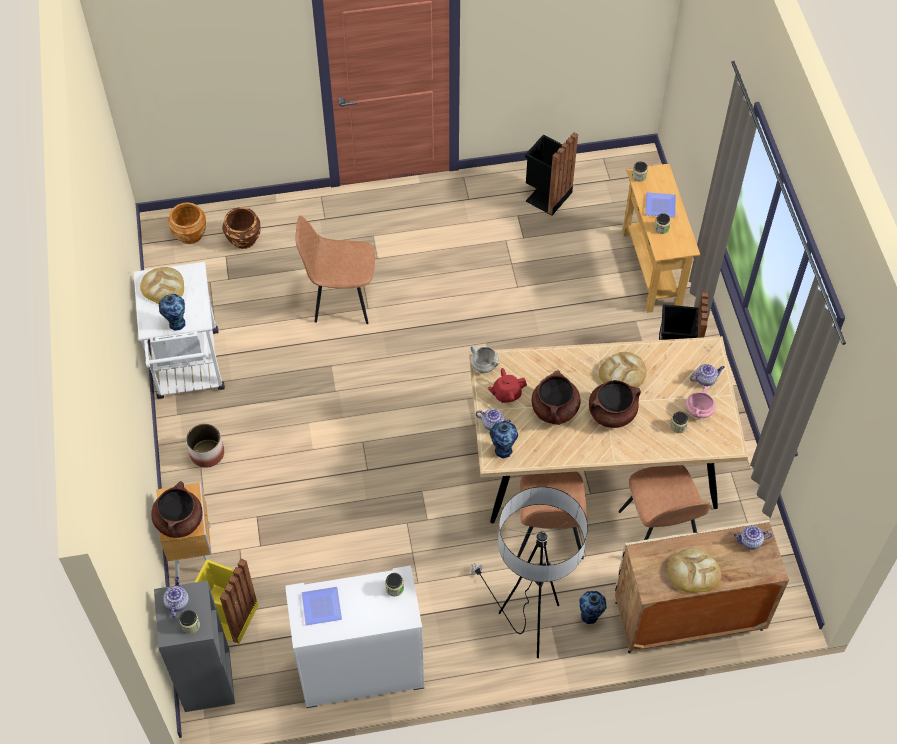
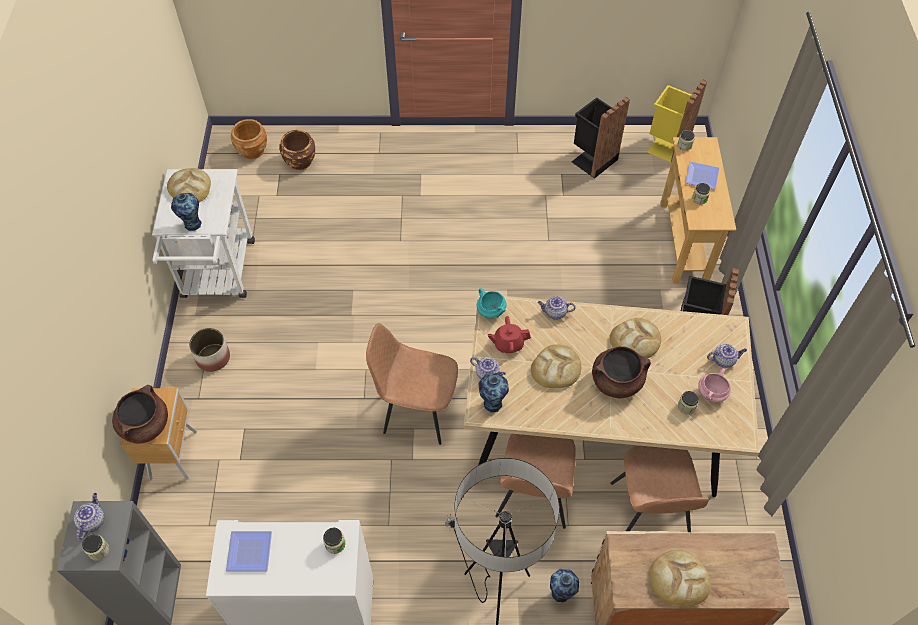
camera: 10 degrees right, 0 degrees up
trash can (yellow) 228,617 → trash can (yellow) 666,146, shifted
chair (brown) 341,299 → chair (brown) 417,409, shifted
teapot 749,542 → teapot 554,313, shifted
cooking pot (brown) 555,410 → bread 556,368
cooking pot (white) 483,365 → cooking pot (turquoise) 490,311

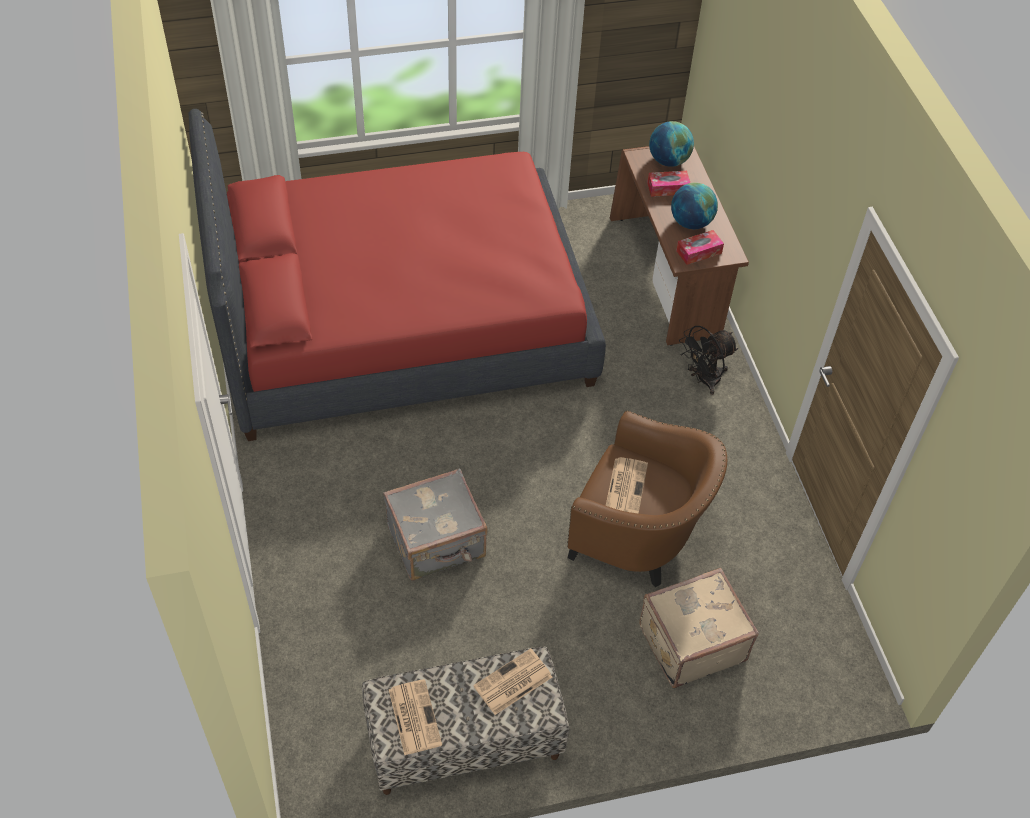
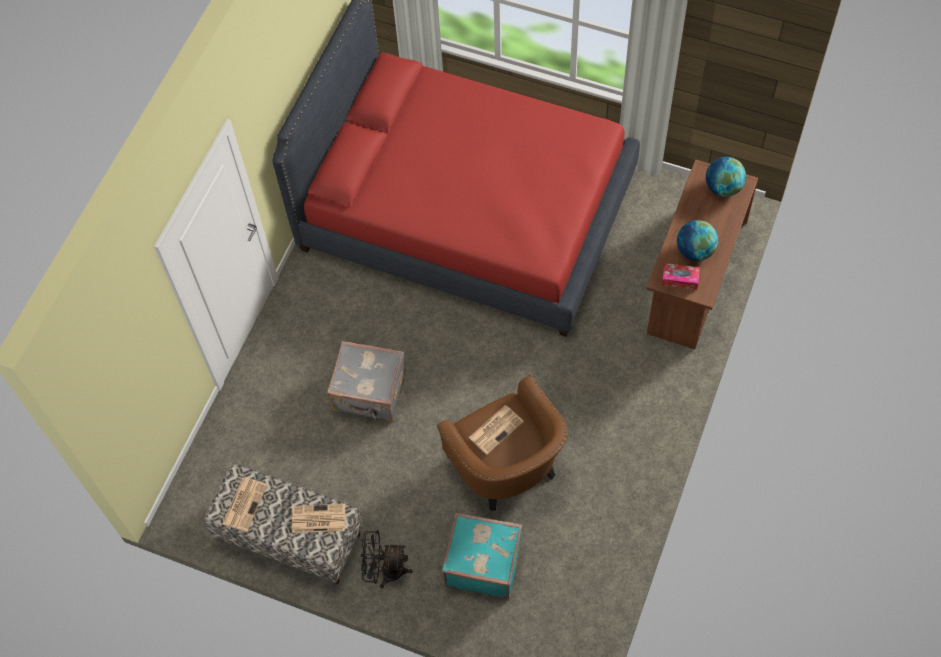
camera: 40 degrees right, 10 degrees up
tissue box 668,188 → -
fan (black) 703,380 → fan (black) 385,571, shifted
suitcase (beige) 690,641 → suitcase (turquoise) 483,562

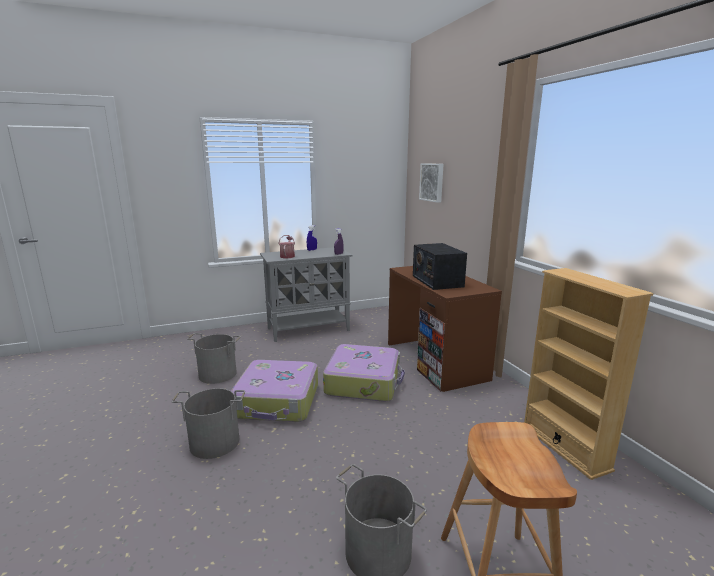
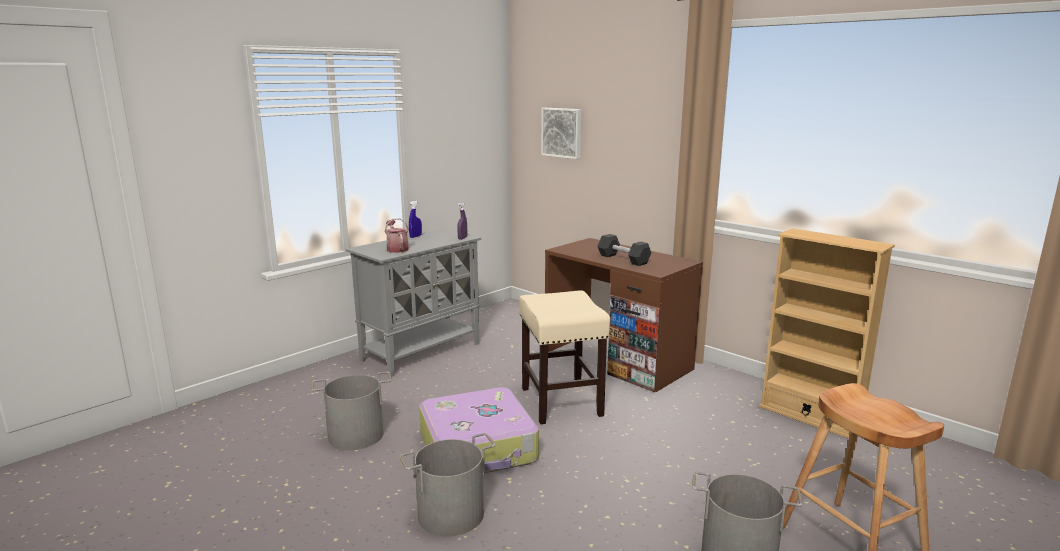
camera: 25 degrees left, 0 degrees up
suitcase 364,382 → stool (beige) 560,401
radio 437,281 → dumbbell (black) 623,259

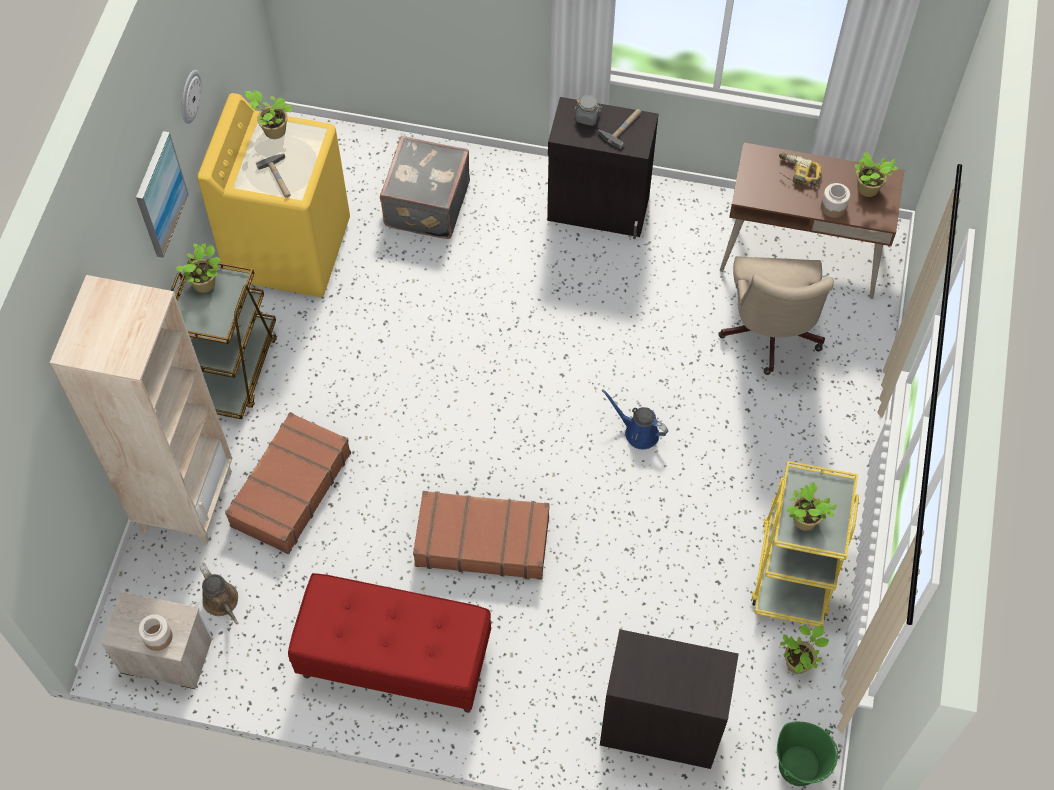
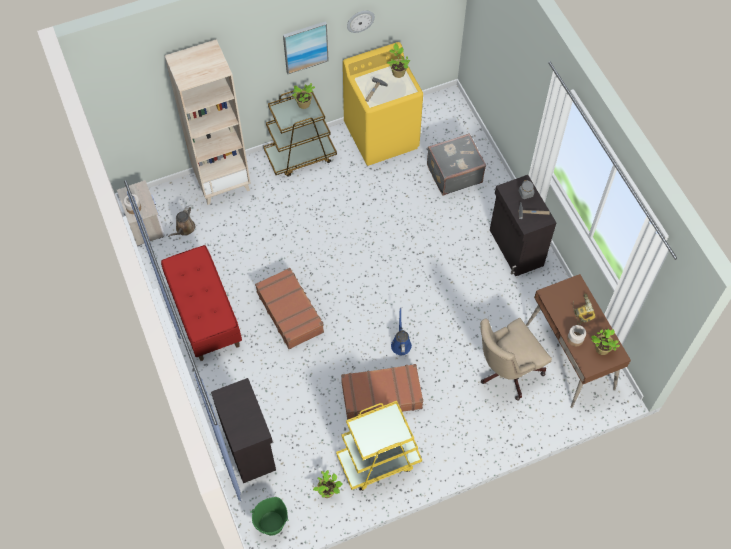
camera: 55 degrees right, 0 degrees up
potted plant 804,521 → -
suitcase (brown) 290,489 → suitcase (brown) 381,395, shifted

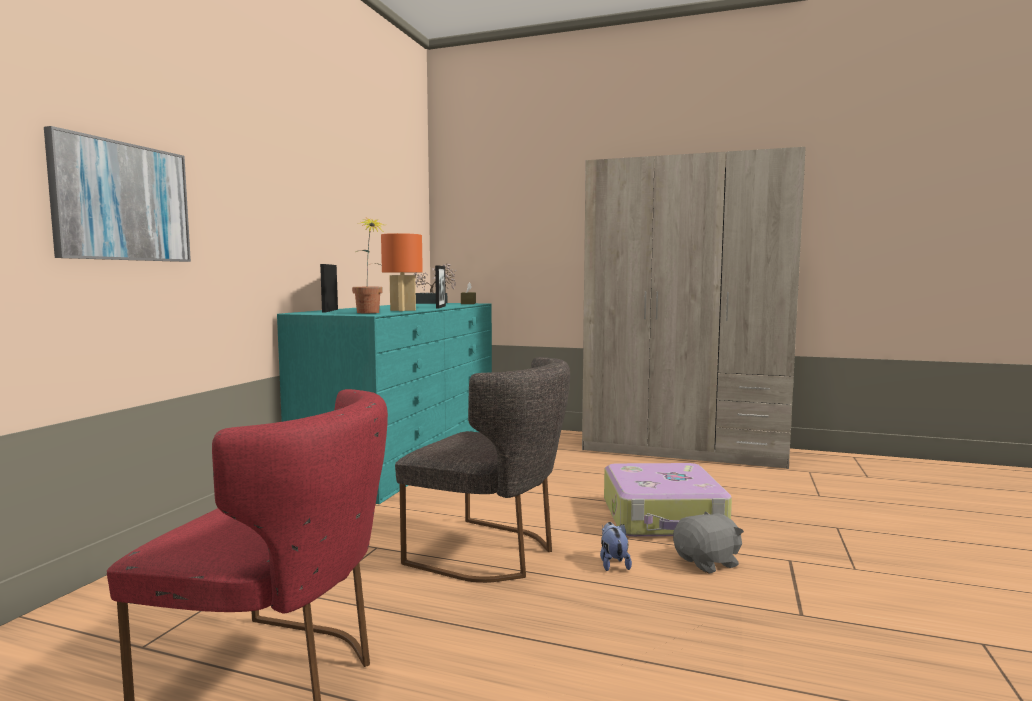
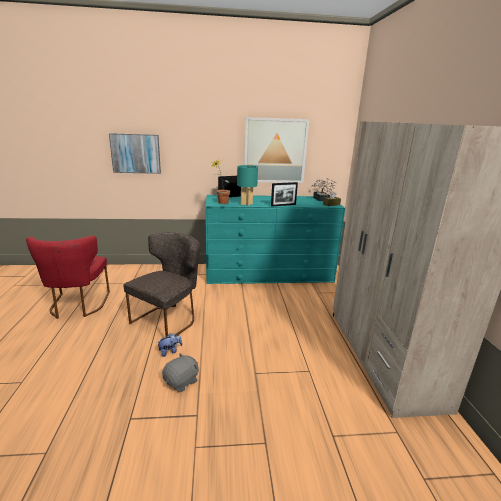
camera: 65 degrees right, 15 degrees up
suitcase 664,517 → -
- → picture 275,151
table lamp (orange) 402,310 → table lamp (turquoise) 246,204
chair (grey) 491,553 → chair (grey) 169,319, 150 degrees counterclockwise
plush toy (grey) 708,562 → plush toy (grey) 182,381, 90 degrees counterclockwise

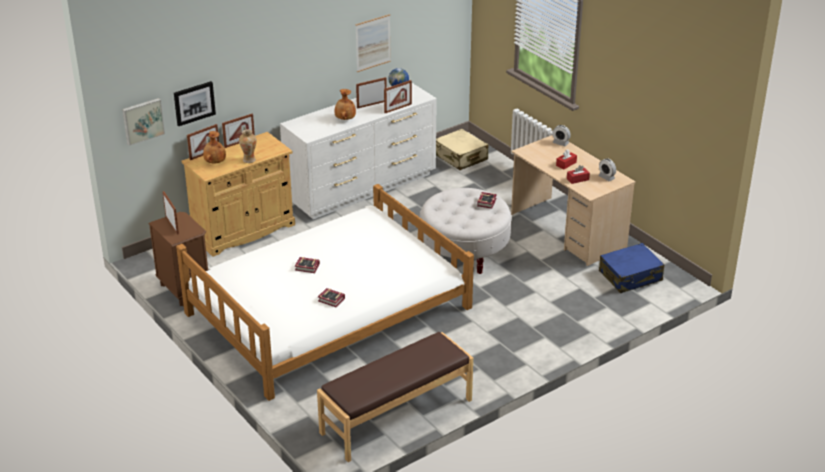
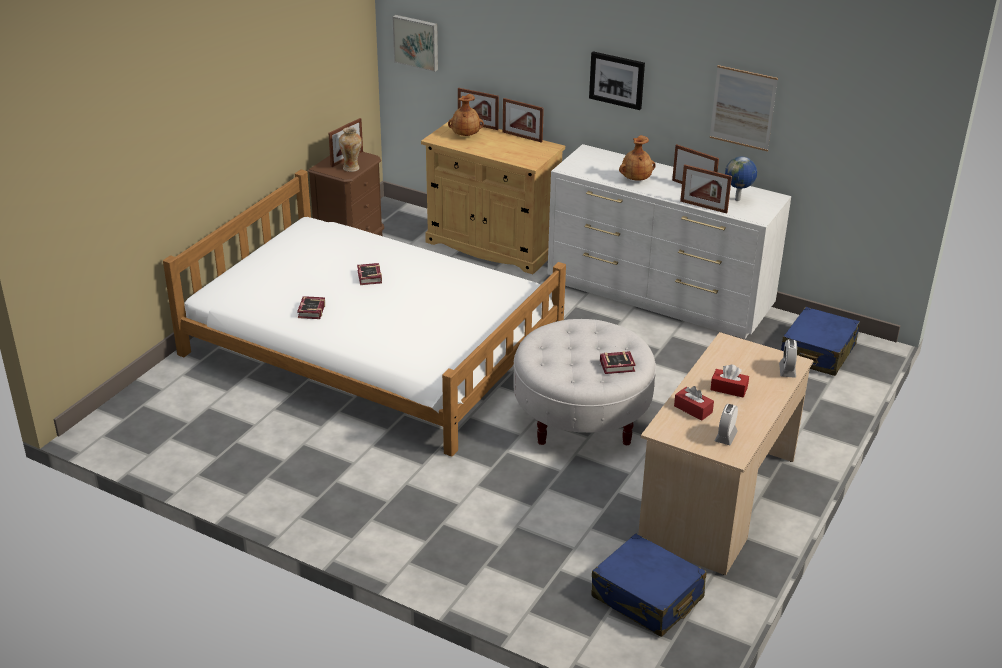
camera: 65 degrees right, 0 degrees up
bench (brown) 397,417 → -
picture 194,103 → picture 617,80, shifted
vase 249,160 → vase 351,168, shifted
suitcase (beige) 460,157 → suitcase (blue) 817,353

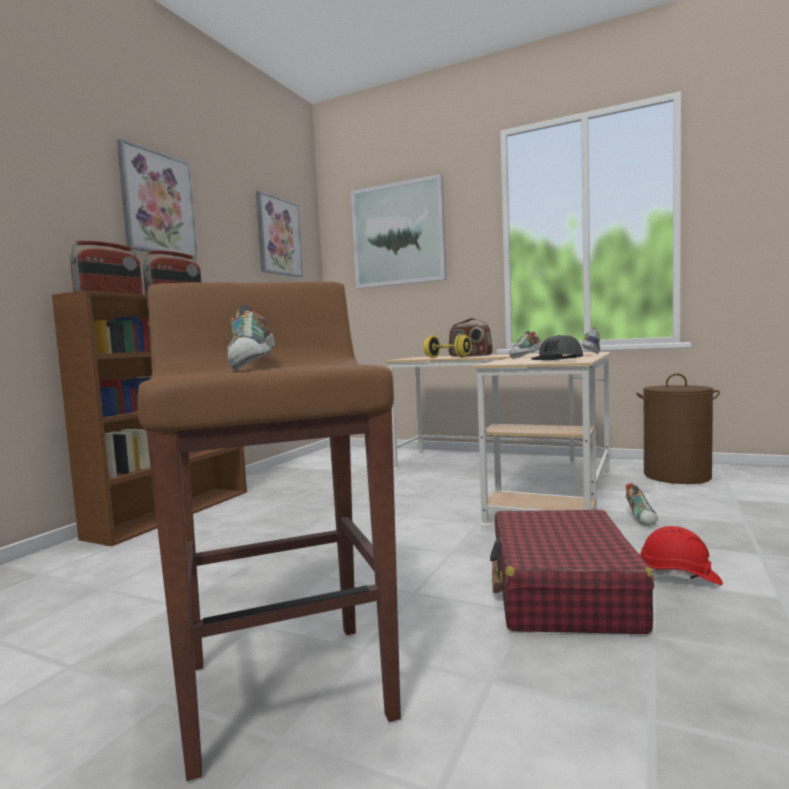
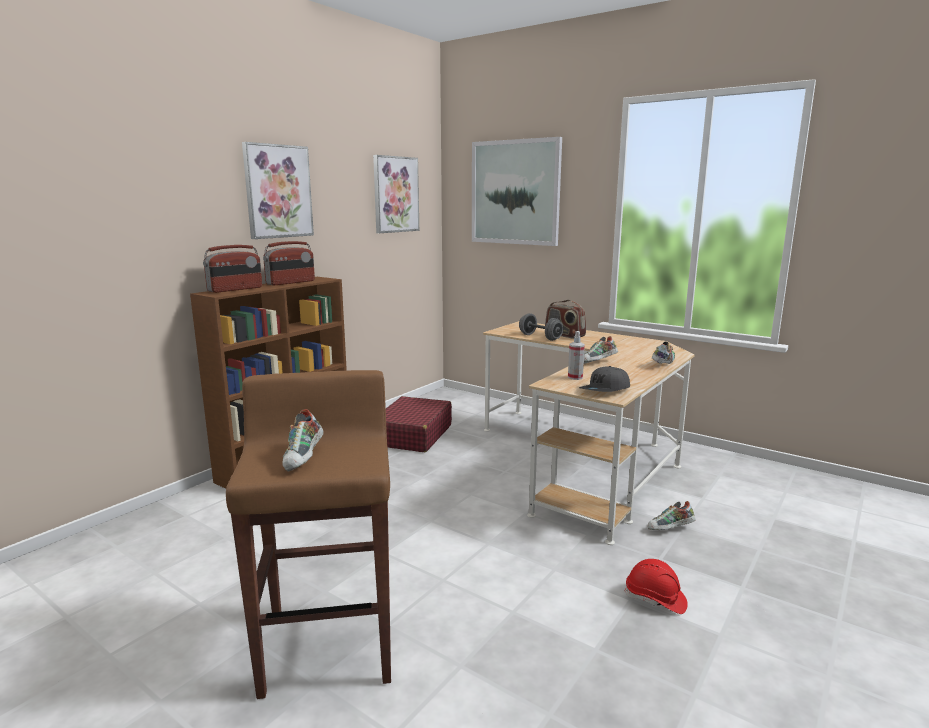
camera: 10 degrees right, 10 degrees up
laundry basket (brown) 677,476 → -
- → spray bottle 575,377
suitcase (red) 562,592 → suitcase (red) 412,435, shifted
dumbbell (yellow) 447,357 → dumbbell (grey) 540,337
shoe 642,518 → shoe 670,529, 60 degrees clockwise

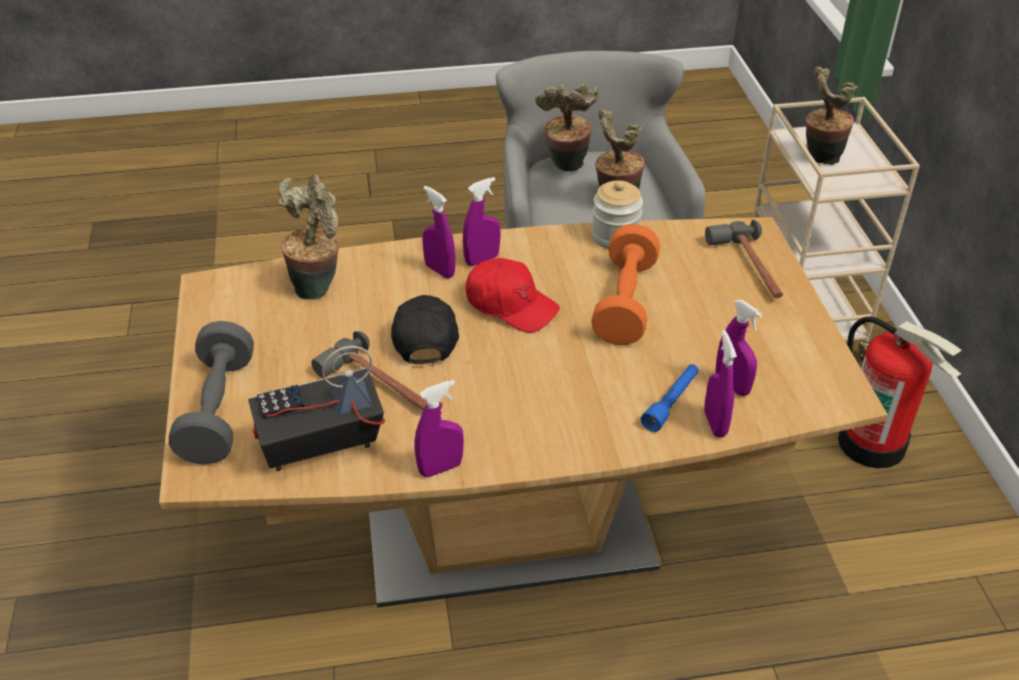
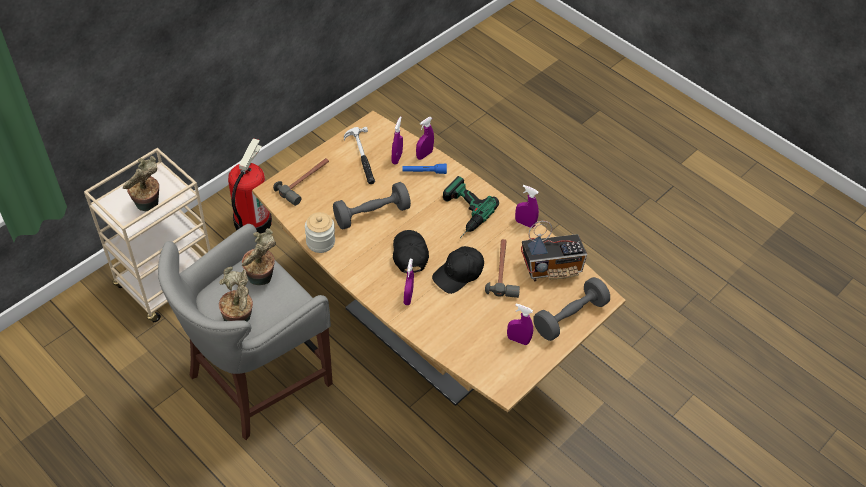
camera: 130 degrees left, 10 degrees up
potted plant 318,286 → -
- → hammer 362,157
- → power drill 461,213
spray bottle (purple) 482,260 → spray bottle (purple) 518,340, shifted
cap (red) 511,305 → cap (black) 409,254
dumbbell (orange) 625,303 → dumbbell (grey) 371,214
radio 319,445 → radio 551,268, 45 degrees counterclockwise

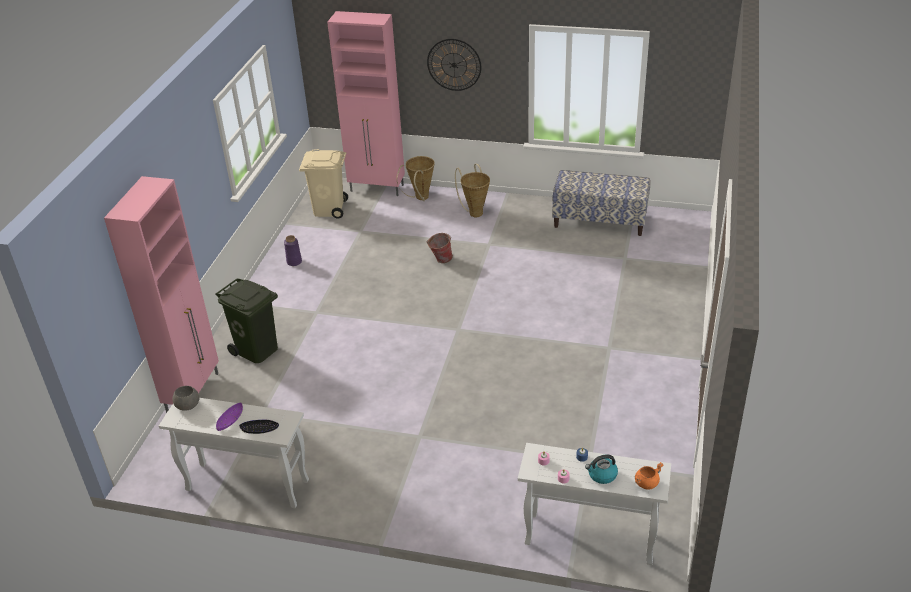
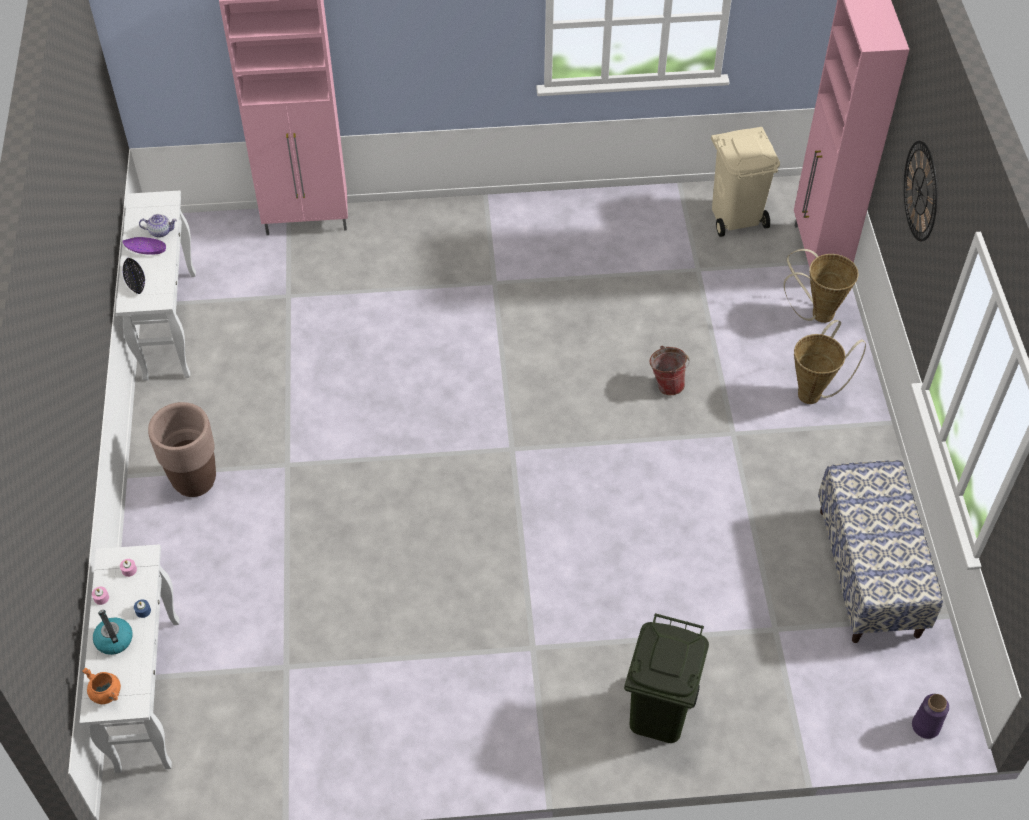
camera: 70 degrees right, 15 degrees up
bowl (grey) 187,405 → -
- → teapot 160,231
- → planter (brown) 194,480
trash can (green) 256,350 → trash can (green) 657,713, shifted
vase (purple) 294,262 → vase (purple) 925,726, shifted

